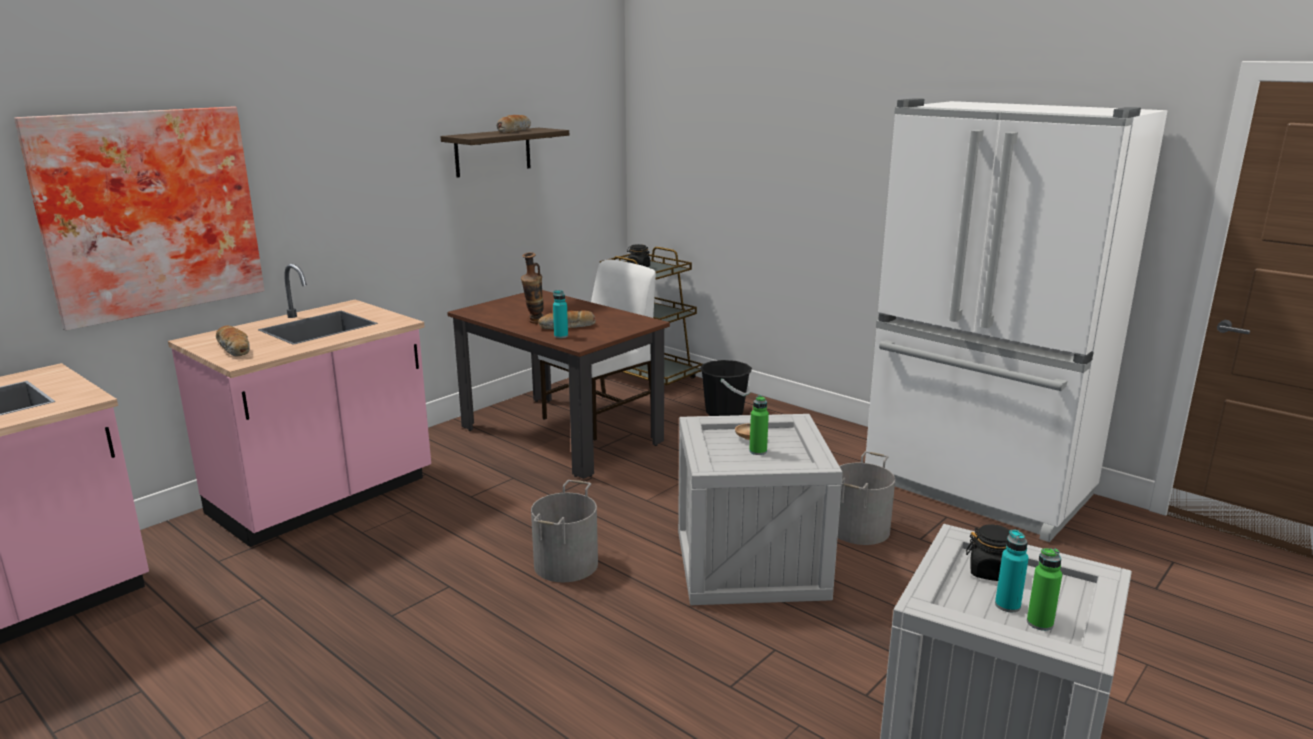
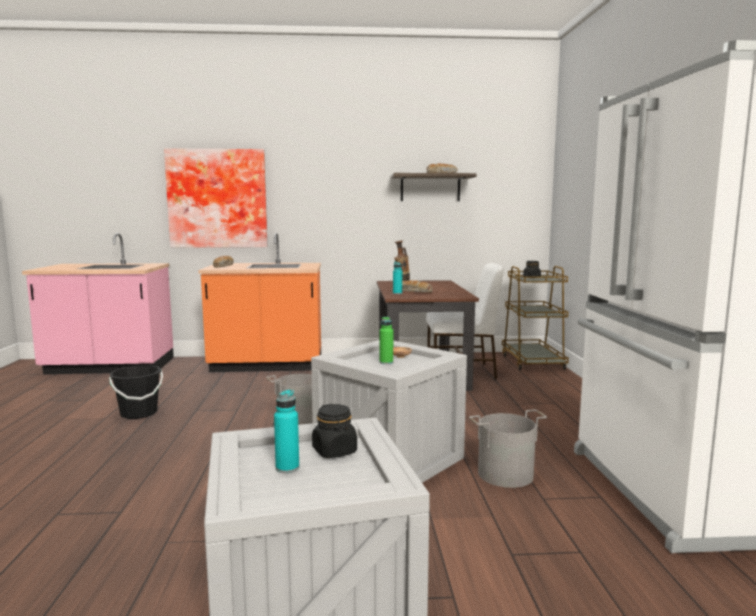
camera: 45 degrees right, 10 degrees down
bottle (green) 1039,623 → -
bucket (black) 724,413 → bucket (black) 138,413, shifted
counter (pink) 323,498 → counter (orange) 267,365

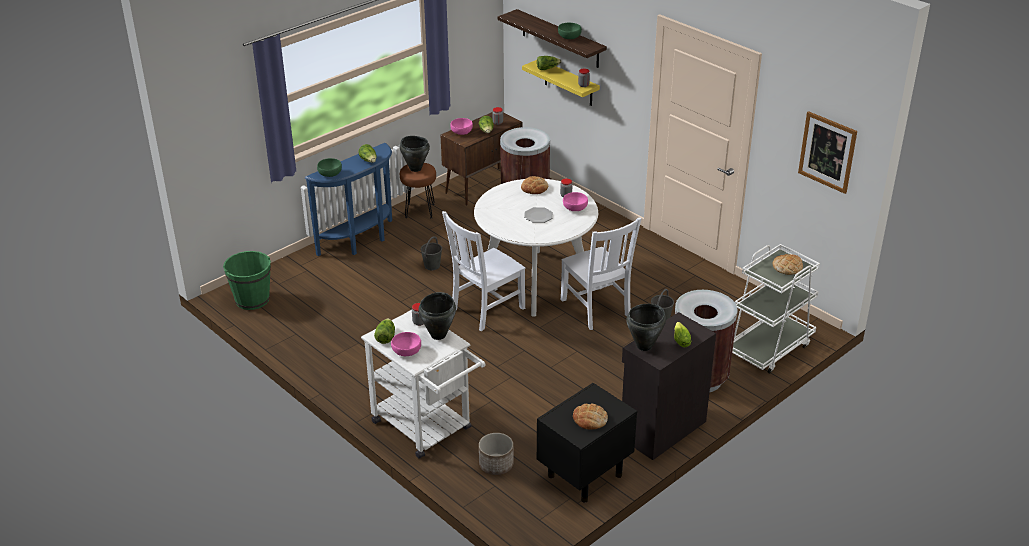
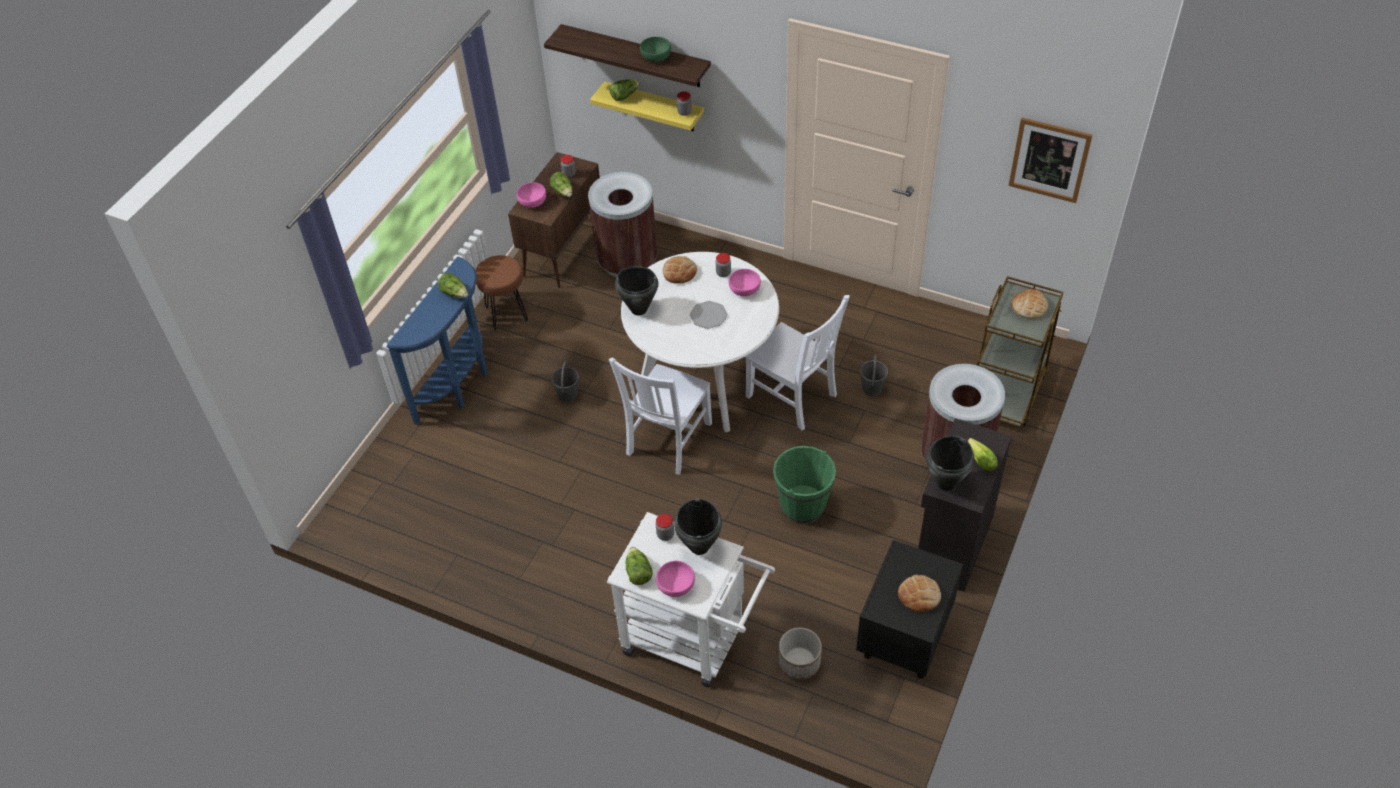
camera: 20 degrees left, 15 degrees up
bowl (green) 330,173 → -
bucket (green) 252,300 → bucket (green) 802,505, shifted
cooking pot (black) 415,168 → cooking pot (black) 638,309, shifted
cart (white) 769,348 → cart (brown) 1007,390

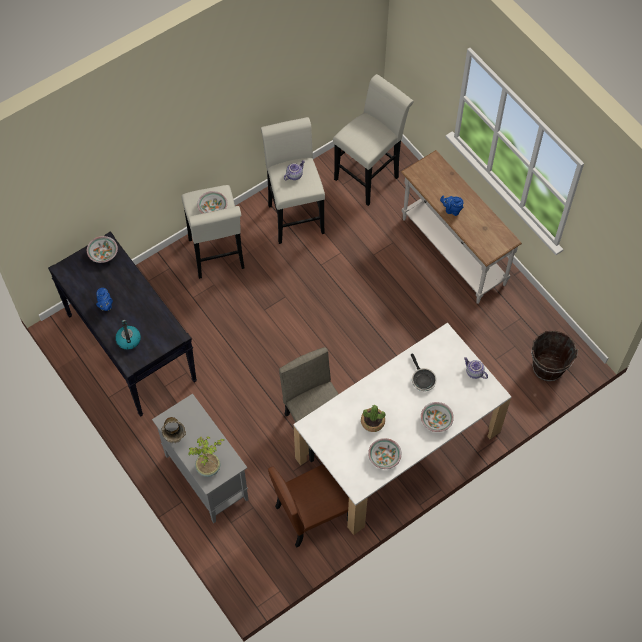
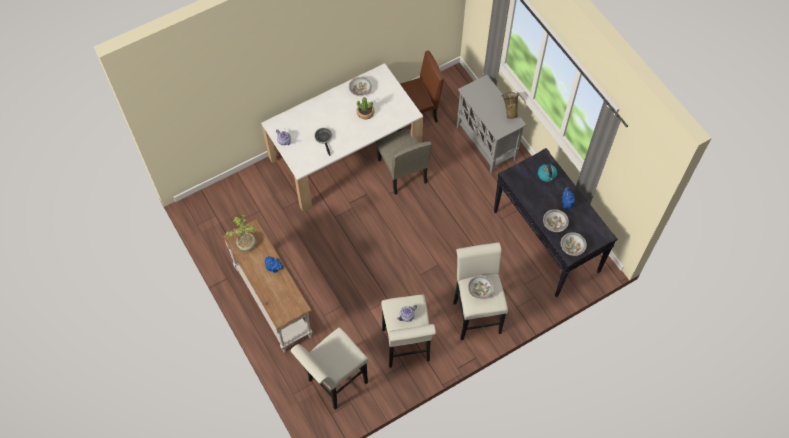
camera: 175 degrees left, 0 degrees up
bucket (brown) 548,367 → -
potted plant 209,468 → potted plant 246,244, shifted
bowl 436,420 → bowl 554,223, shifted

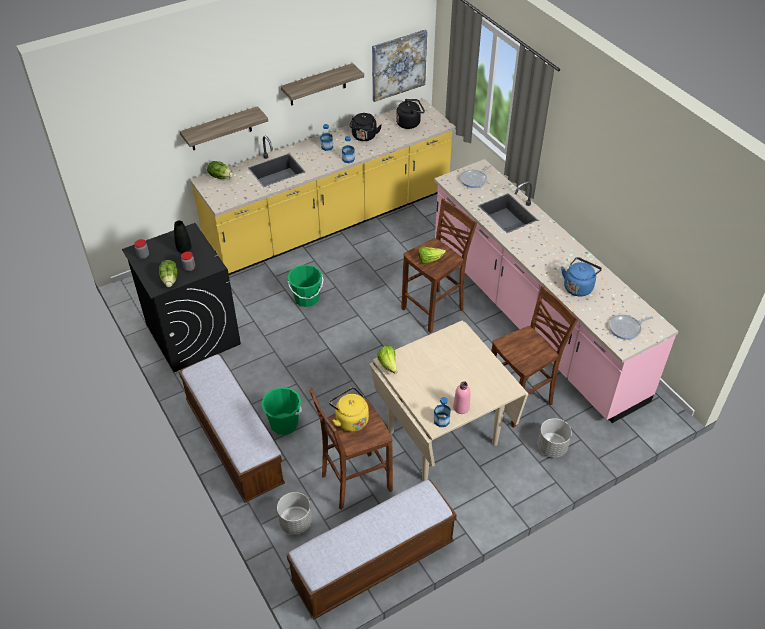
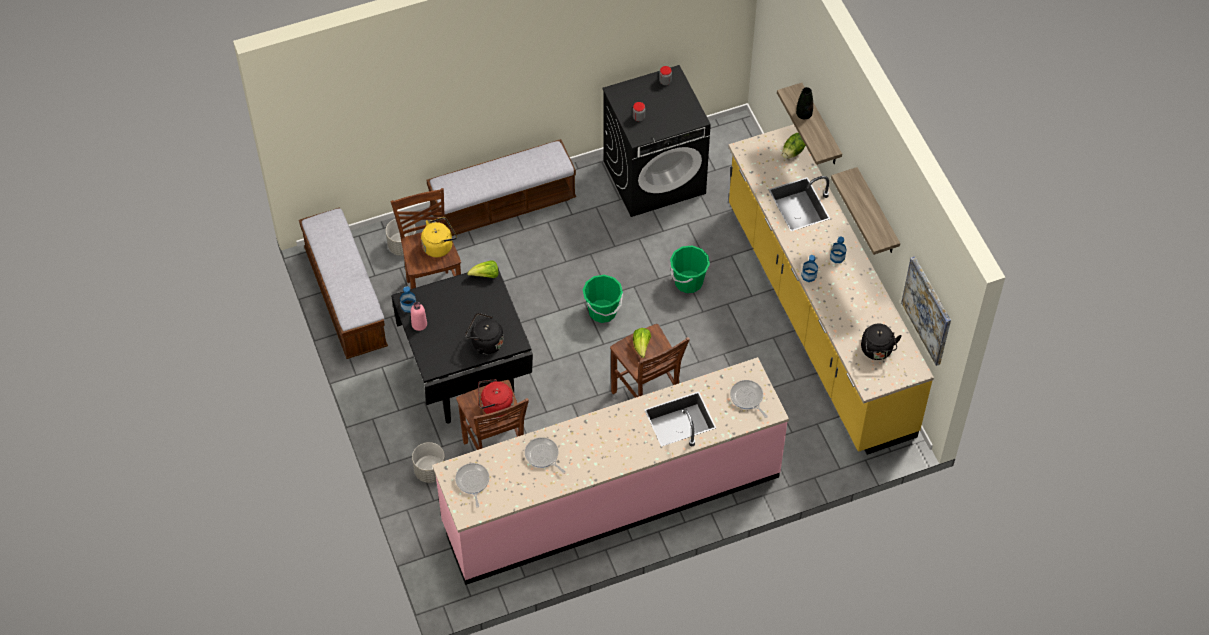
camera: 100 degrees right, 10 degrees up
lettuce 170,279 → -
- → kettle (red) 495,407
vase (black) 184,249 → vase (black) 804,115, shifted
bucket (green) 284,424 → bucket (green) 602,311, shifted
kettle (black) 364,137 → kettle (black) 485,343, shifted
kettle (blue) 578,287 → frying pan 543,456
dining table (beige) 443,438 → dining table (black) 465,377

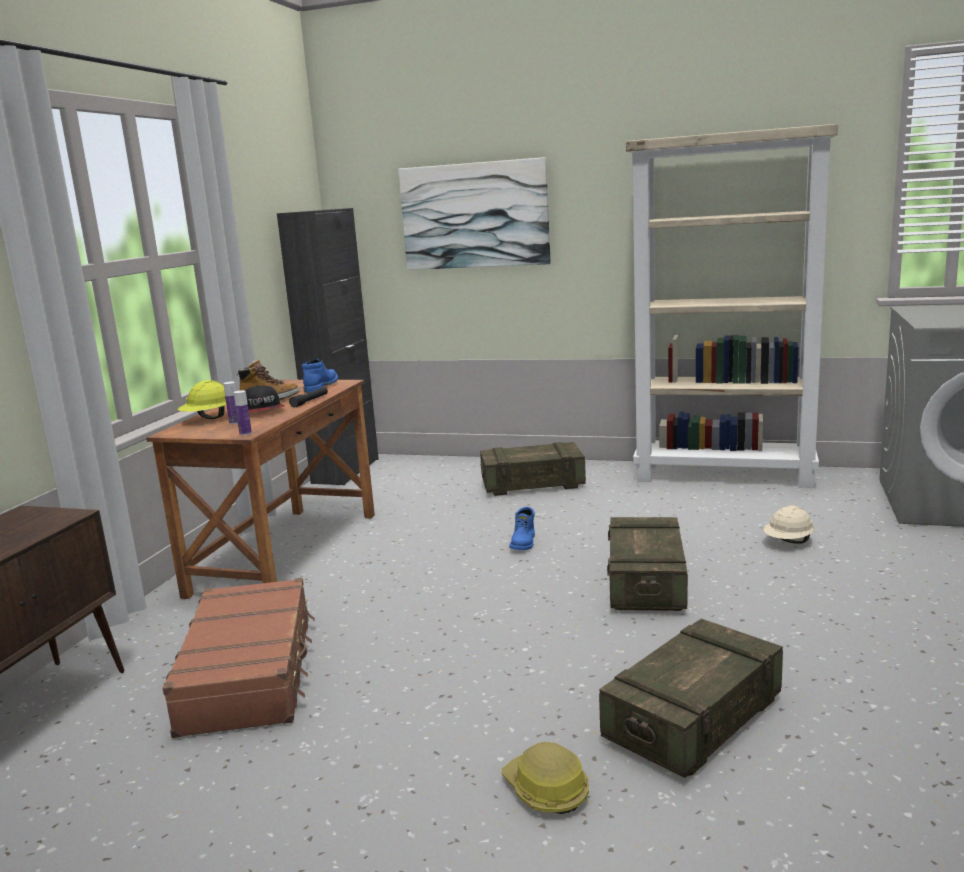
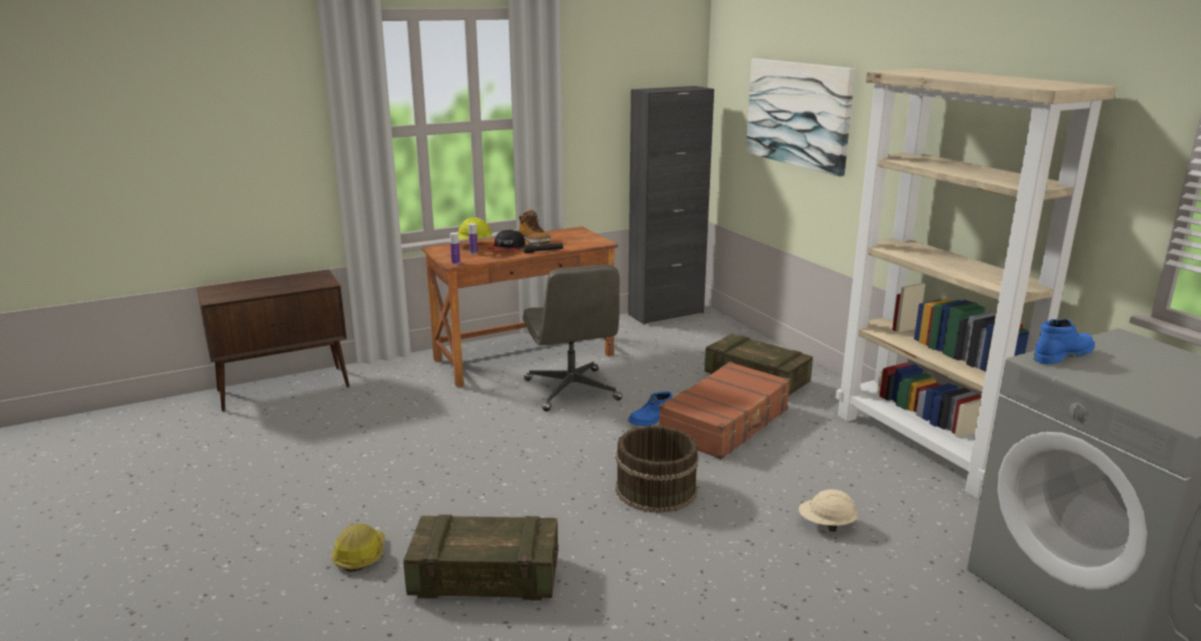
camera: 45 degrees right, 5 degrees up
- → office chair (grey) 572,390
suitcase (brown) 250,672 → suitcase (brown) 726,423, shifted
boot (blue) 320,387 → boot (blue) 1061,355, shifted
crate 645,583 → bucket (brown) 655,490

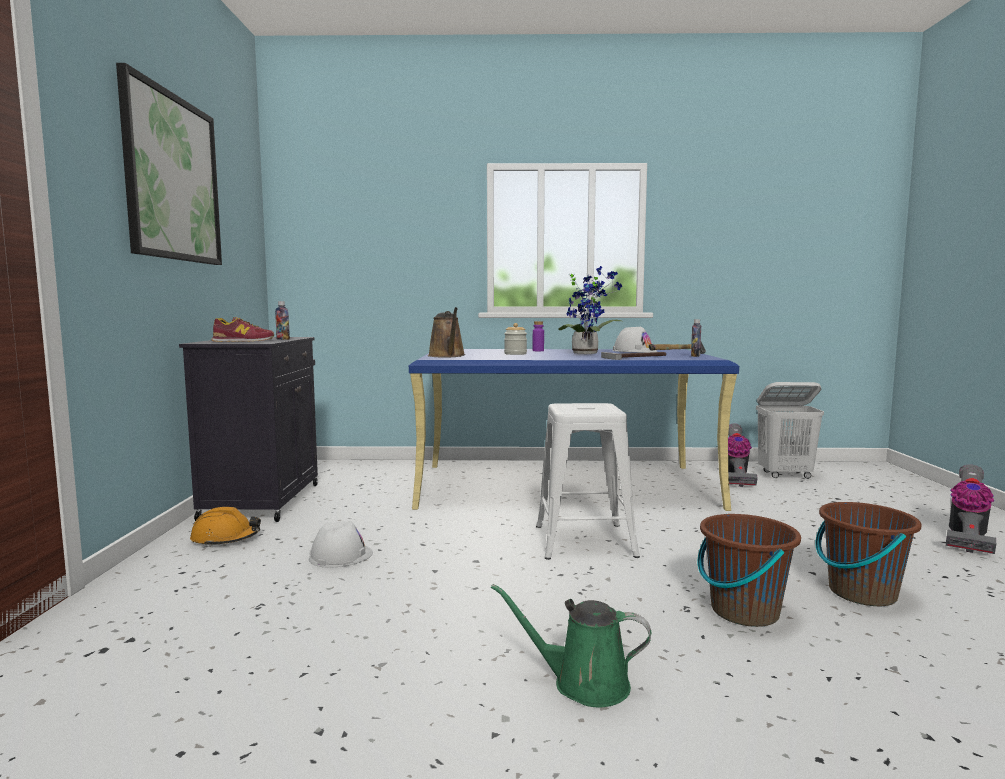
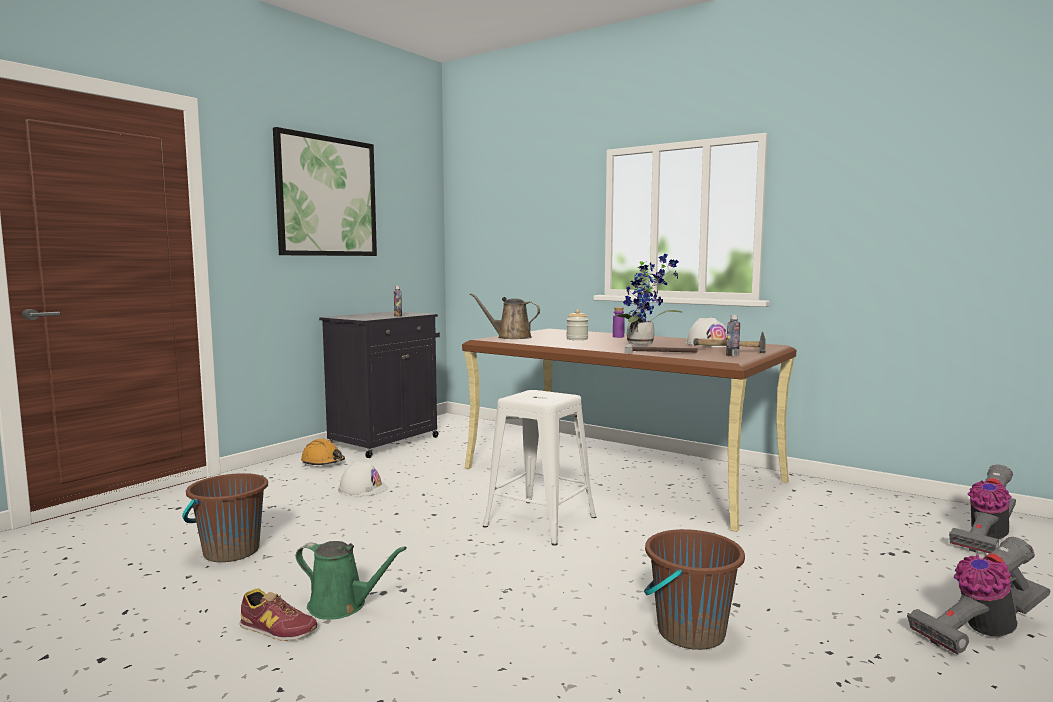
camera: 35 degrees right, 0 degrees up
laundry basket (white) 785,475 → -
shoe 243,341 → shoe 277,629, shifted
bucket (brown) 744,611 → bucket (brown) 231,551, shifted
vacuum cleaner 735,477 → vacuum cleaner 985,538, shifted
desk (blue) 565,486 → desk (brown) 622,475
watering can (brown) 447,356 → watering can (brown) 510,337, 90 degrees clockwise
watering can (green) 583,684 → watering can (green) 342,606, 150 degrees clockwise

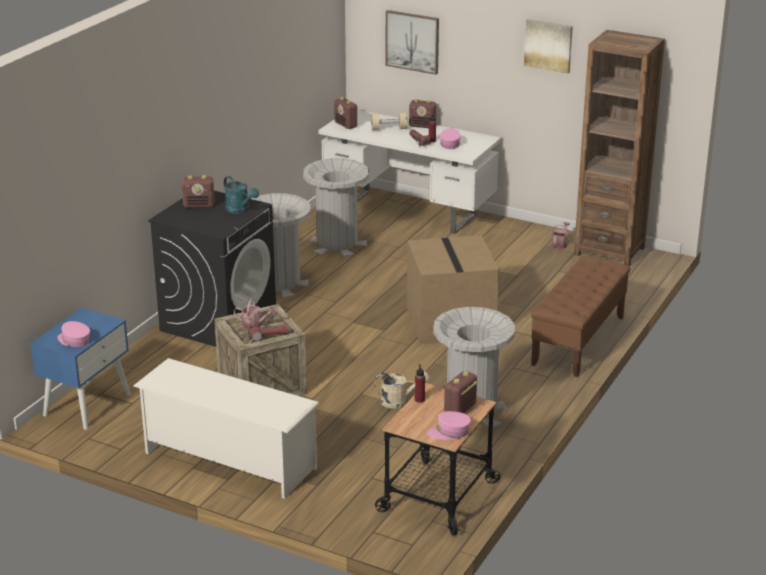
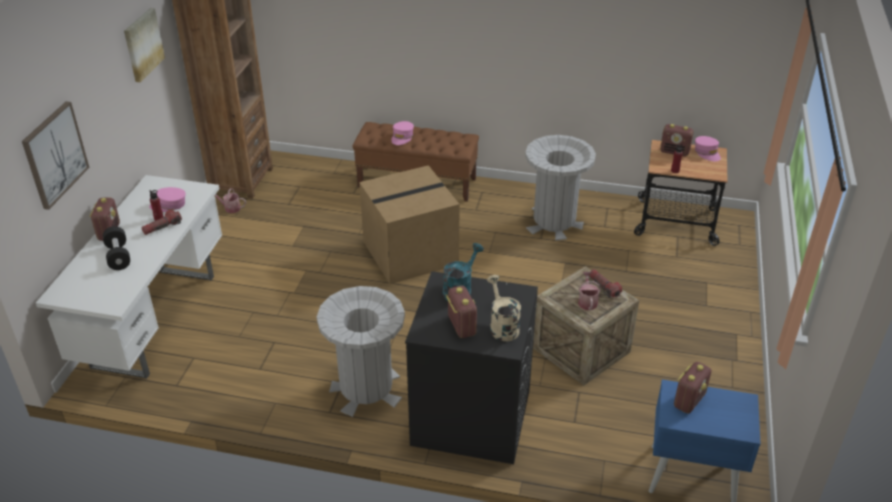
camera: 105 degrees left, 10 degrees up
shoe rack (white) 228,460 → -
trash can (grey) 337,244 → -
cap (pink) 74,340 → cap (pink) 402,137, shifted
radio 346,125 → radio 689,400, shifted
watering can (beige) 398,401 → watering can (beige) 502,326, shifted
dumbbell (beige) 389,129 → dumbbell (black) 118,256

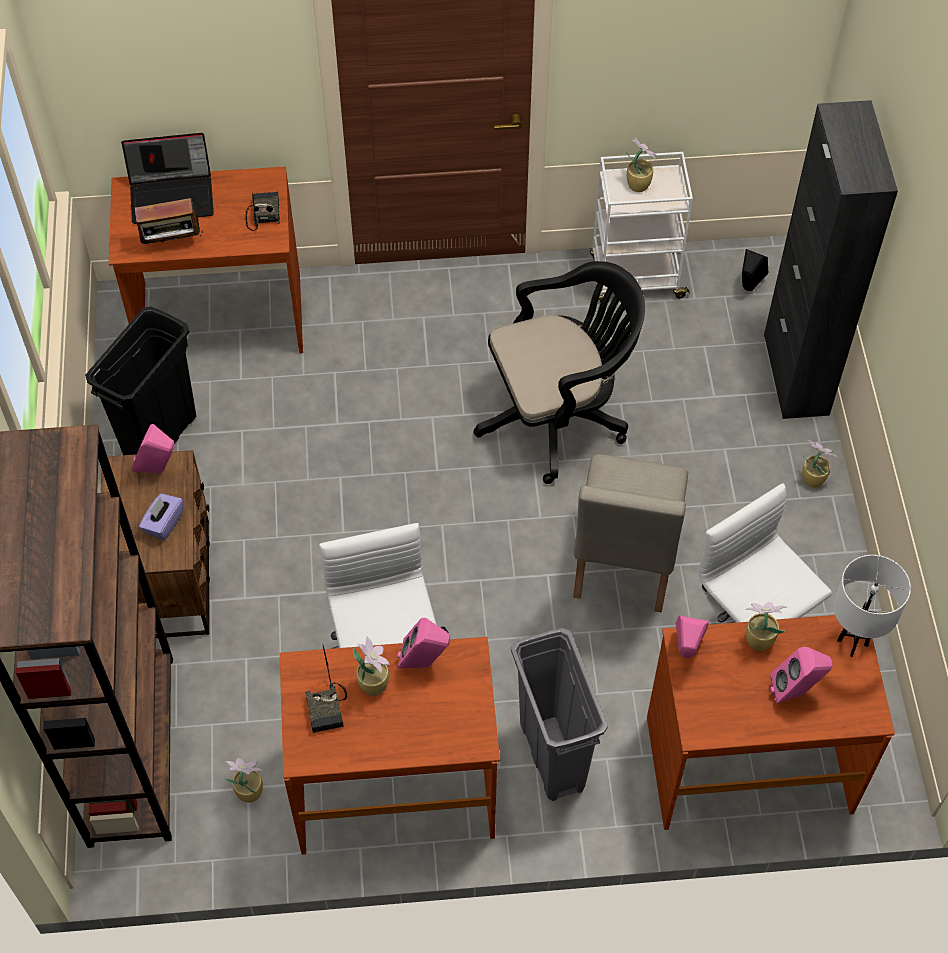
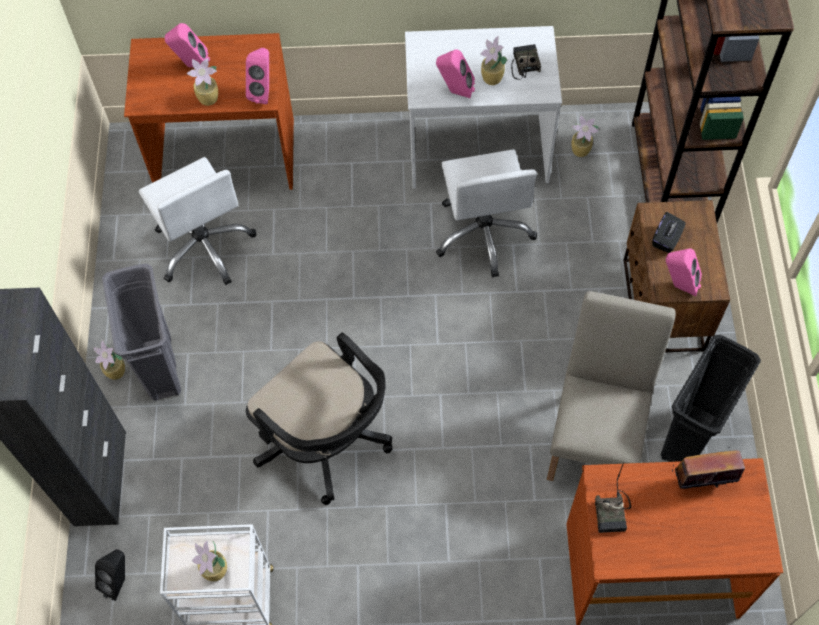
camera: 175 degrees left, 5 degrees up
laptop 173,195 → -
table lamp (white) 852,642 → -
trash can (grey) 552,757 → trash can (grey) 160,366, shifted
chair (beige) 622,567 → chair (beige) 596,436, shifted
tissue box (purple) 163,523 → tissue box (black) 666,239
desk (brown) 395,786 → desk (white) 477,151
office chair (black) 558,417 → office chair (black) 327,442, 120 degrees counterclockwise

